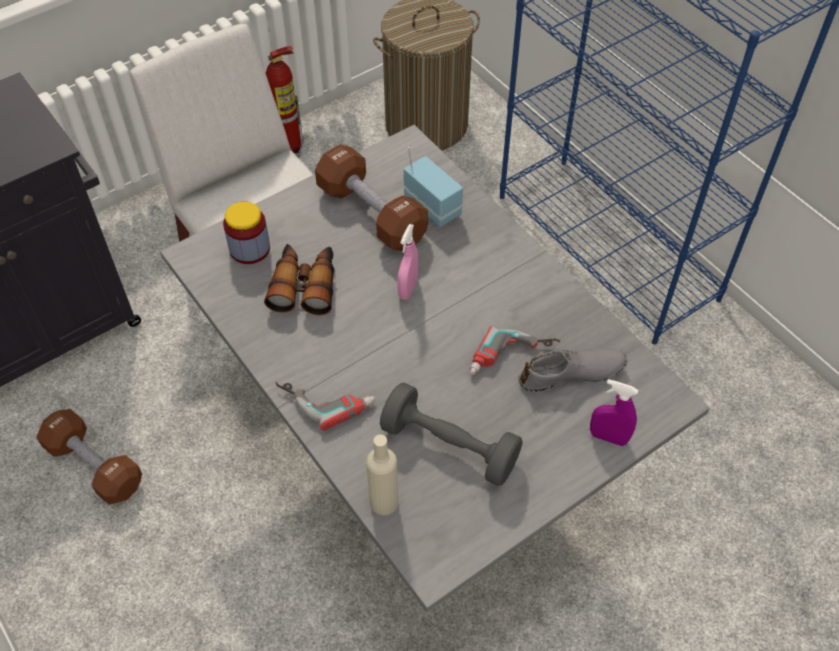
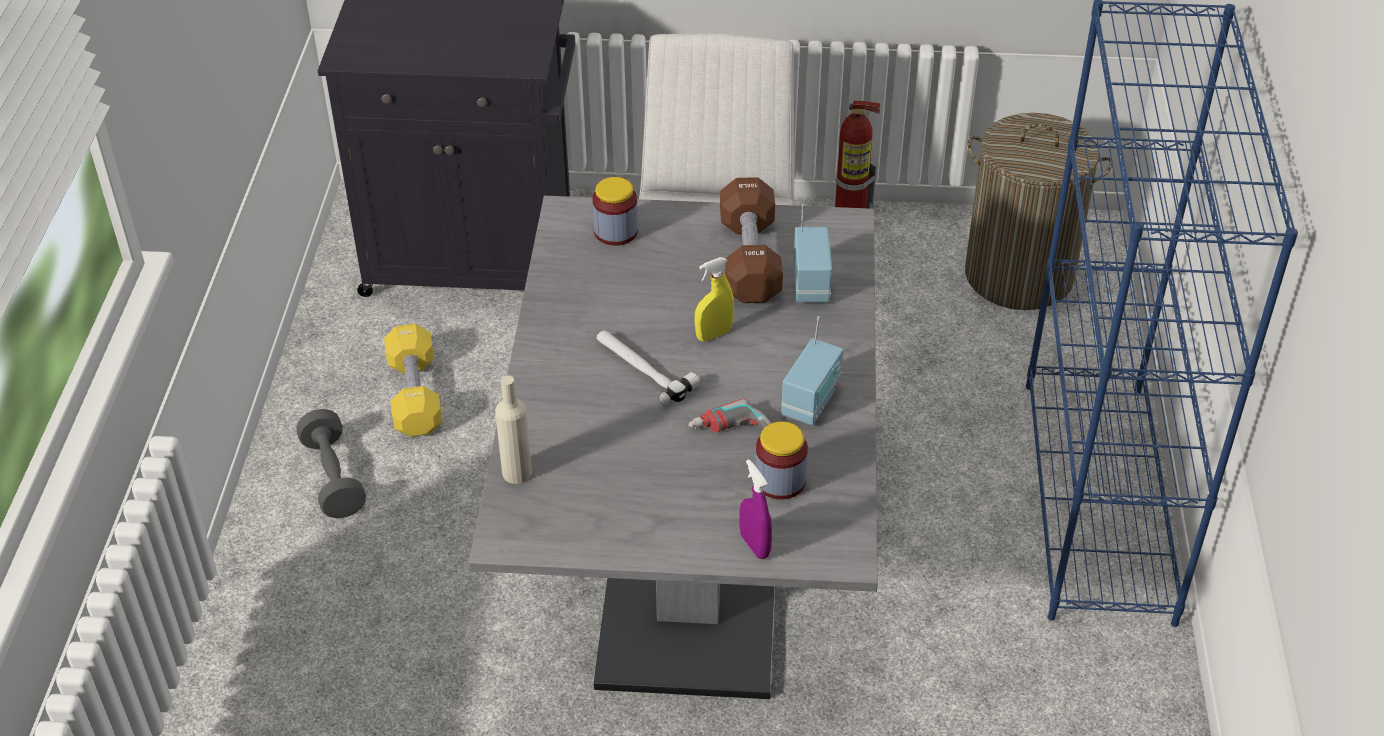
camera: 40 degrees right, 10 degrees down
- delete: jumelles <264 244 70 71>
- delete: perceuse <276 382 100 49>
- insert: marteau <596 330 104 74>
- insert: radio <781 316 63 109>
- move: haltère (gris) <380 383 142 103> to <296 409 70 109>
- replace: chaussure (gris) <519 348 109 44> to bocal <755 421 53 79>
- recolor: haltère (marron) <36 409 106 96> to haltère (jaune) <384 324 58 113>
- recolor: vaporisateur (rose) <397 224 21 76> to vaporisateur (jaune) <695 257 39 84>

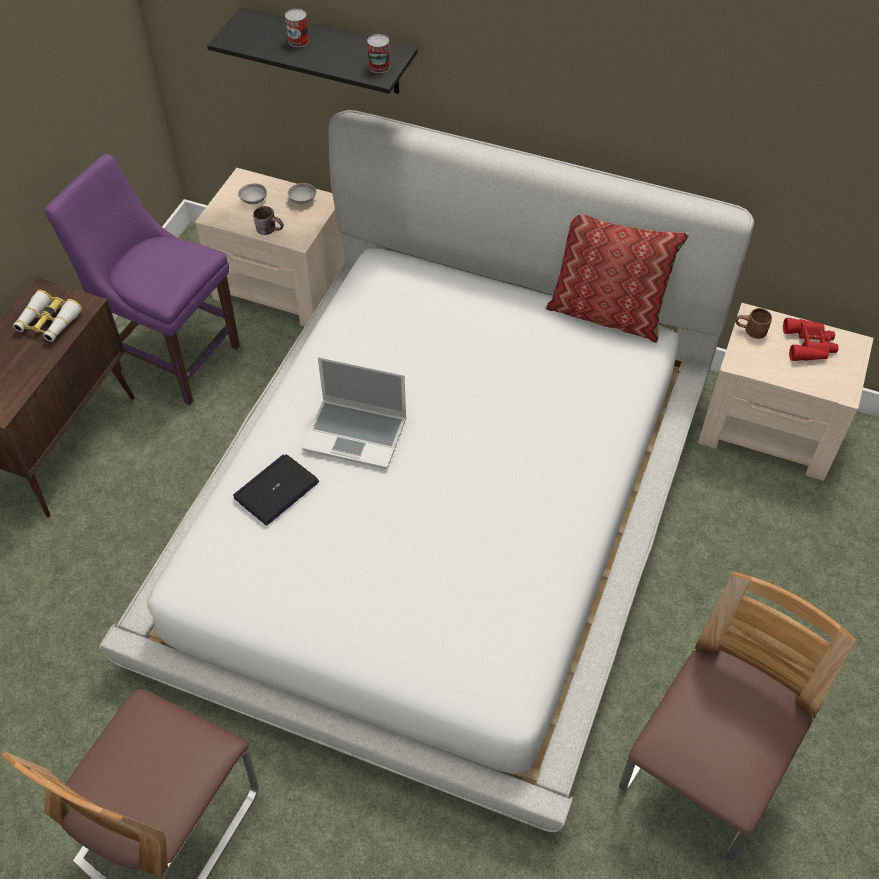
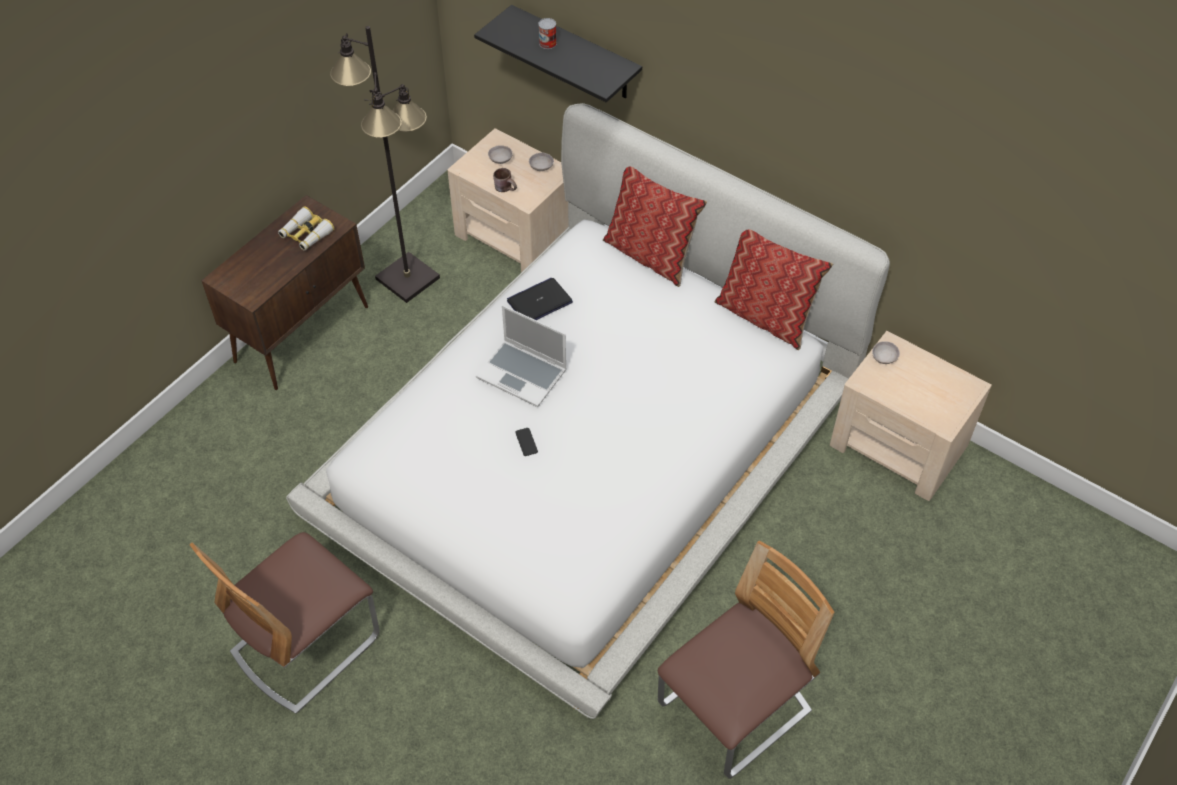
camera: 15 degrees right, 0 degrees up
- delete: boîte métallique <367 34 23 39>
- delete: jumelles (rouge) <783 318 56 43>
- insert: téléphone <515 428 23 28>
- insert: coussin <603 167 105 120>
- move: ordinateur portable <233 454 86 72> to <507 278 66 42>
- replace: chaise (violet) <45 154 195 251> to lampadaire (noir) <330 26 110 277>
- replace: mug (marron) <736 308 36 31> to bol (gris) <872 341 28 23>

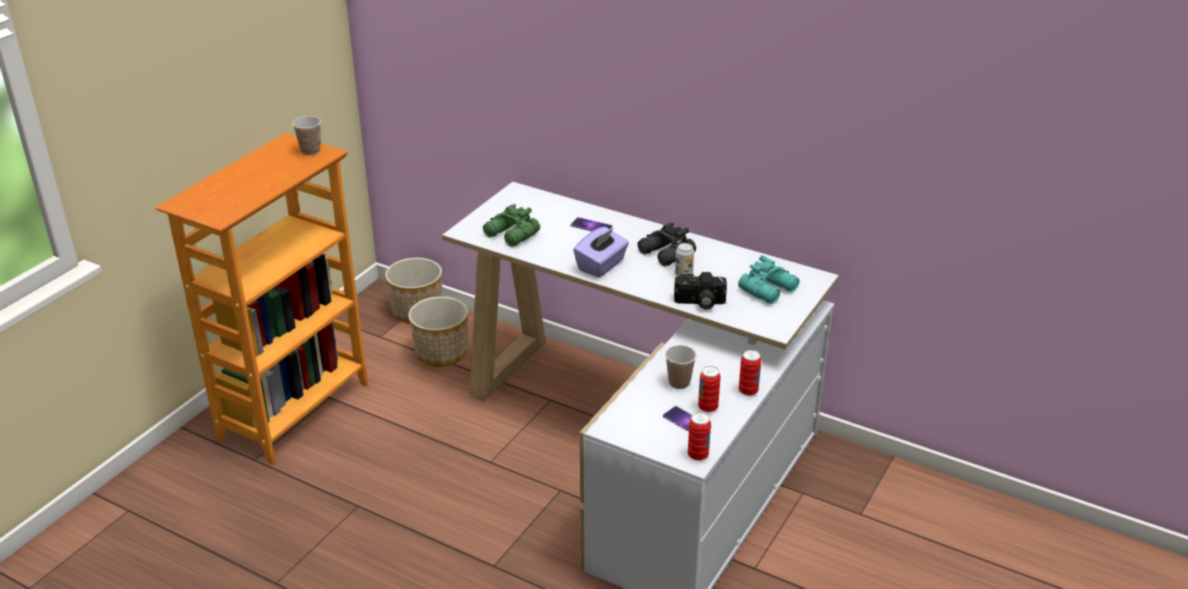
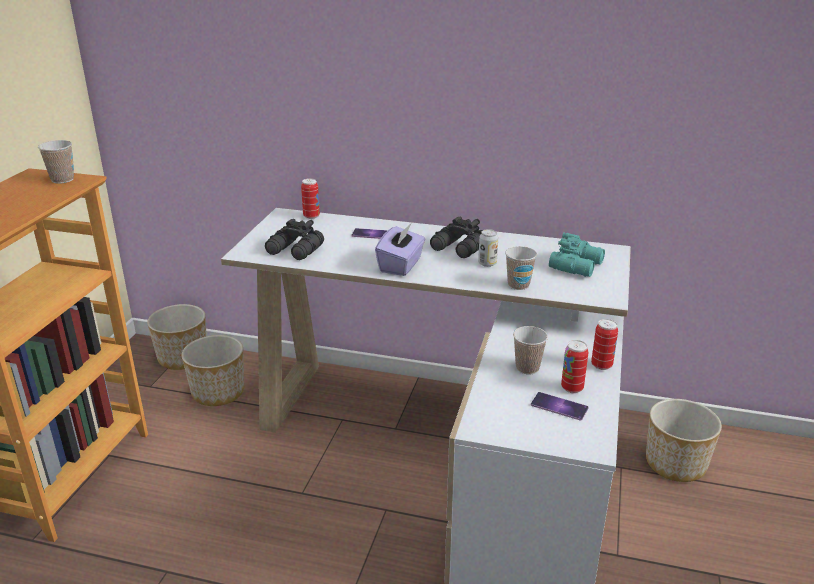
camera: 15 degrees left, 5 degrees down
- insert: cache-pot <646 399 76 83>
- move: boîte métallique <688 412 23 49> to <301 178 19 41>
- replace: appareil photo <674 272 53 37> to tasse <505 246 32 44>
- recolor: jumelles (vert) <483 204 57 43> to jumelles (noir) <265 219 59 41>

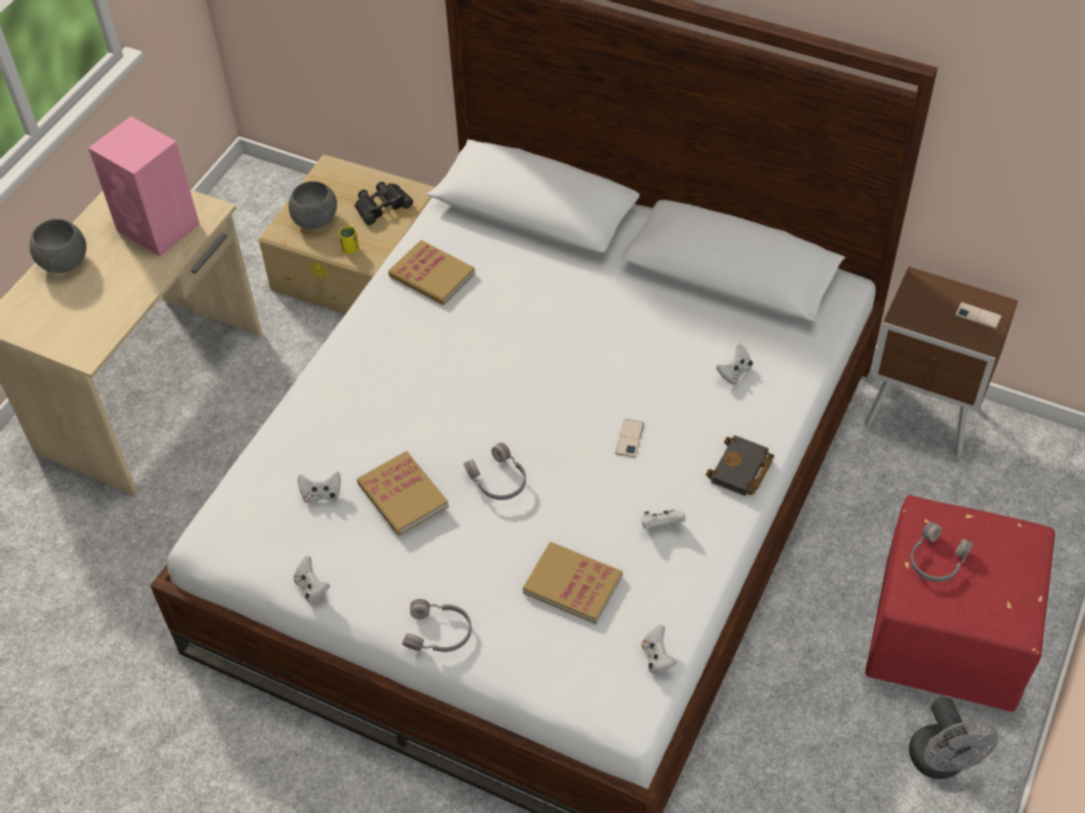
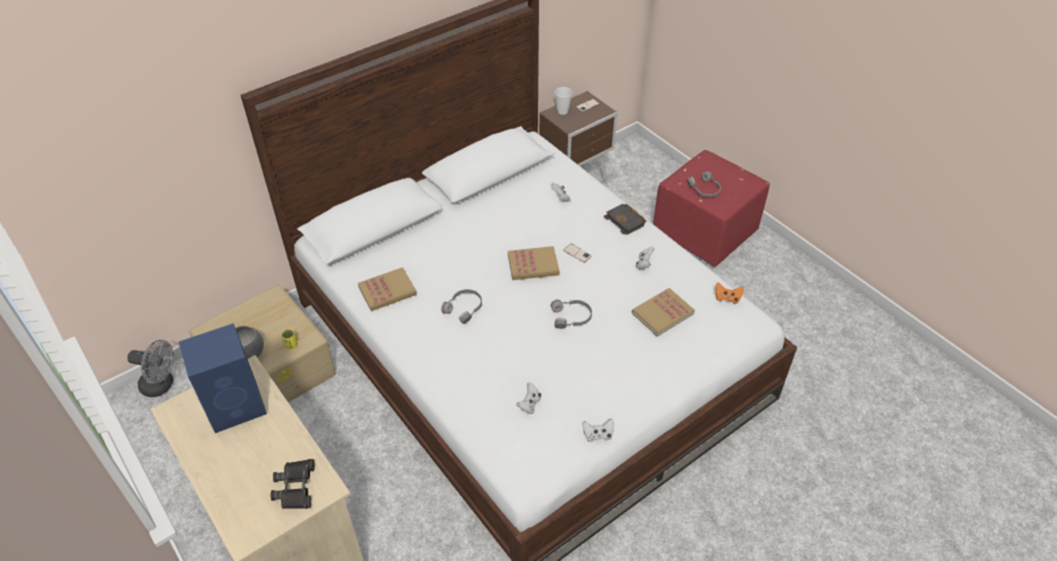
camera: 65 degrees left, 5 degrees down
- delete: bol (gris) <30 219 56 54>
- insert: tasse <555 87 17 28>
- move: jumelles (noir) <355 182 58 43> to <271 459 44 50>
- move: livre <357 451 92 85> to <508 246 52 34>
- move: casque audio (gris) <402 599 70 53> to <441 289 41 35>
- move: ventilateur (gris) <909 697 89 82> to <127 340 47 57>
- recolor: enceinte (rose) <88 116 112 140> to enceinte (bleu) <179 323 88 110>
- recolor: manette (blanc) <641 625 36 49> to manette (orange) <716 282 27 22>

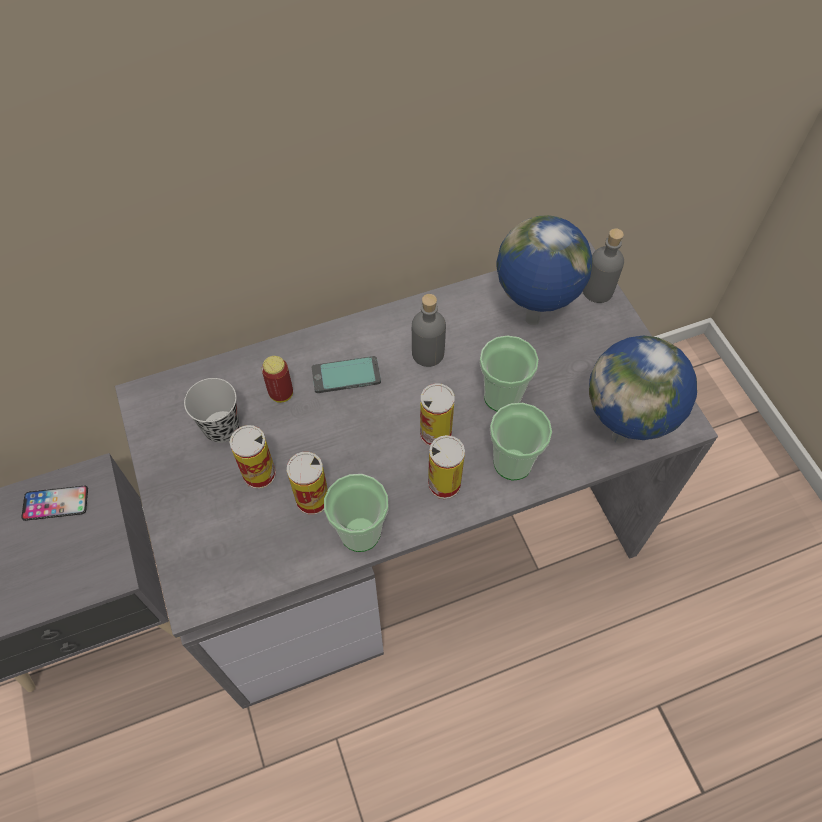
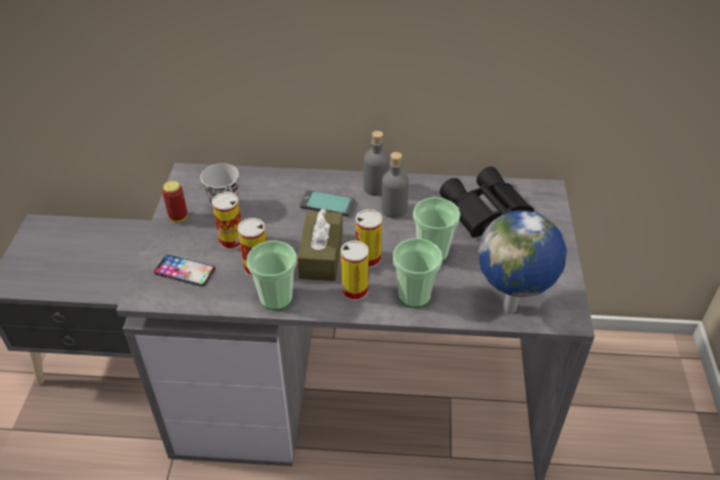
camera: 25 degrees right, 15 degrees down
- insert: boîte à mouchoirs (marron) <297 208 46 73>
- move: téléphone <21 486 67 35> to <154 255 61 31>
- move: boîte métallique <262 356 31 47> to <162 181 26 41>
- move: bouteille (gris) <583 228 41 75> to <363 131 27 65>
- replace: globe <496 215 97 110> to jumelles (noir) <440 166 94 72>

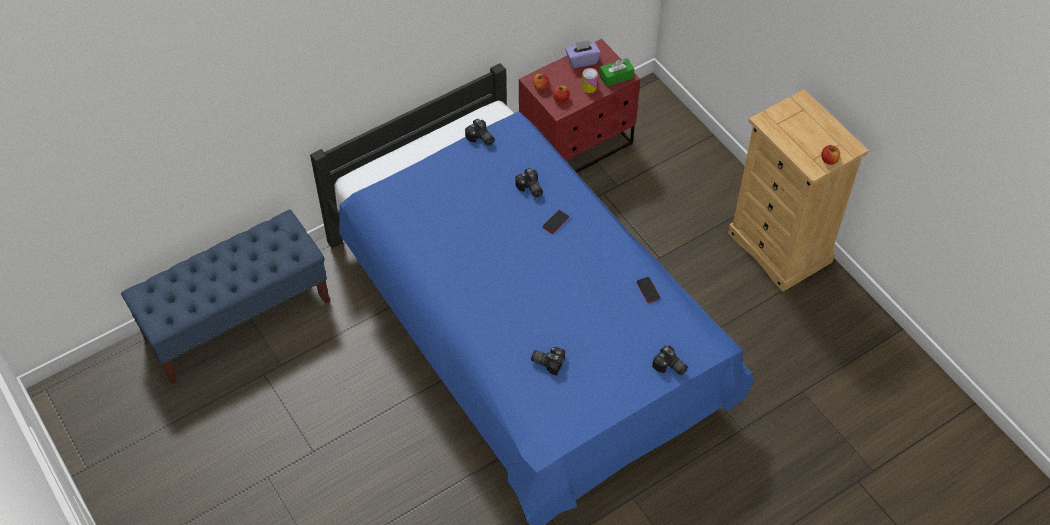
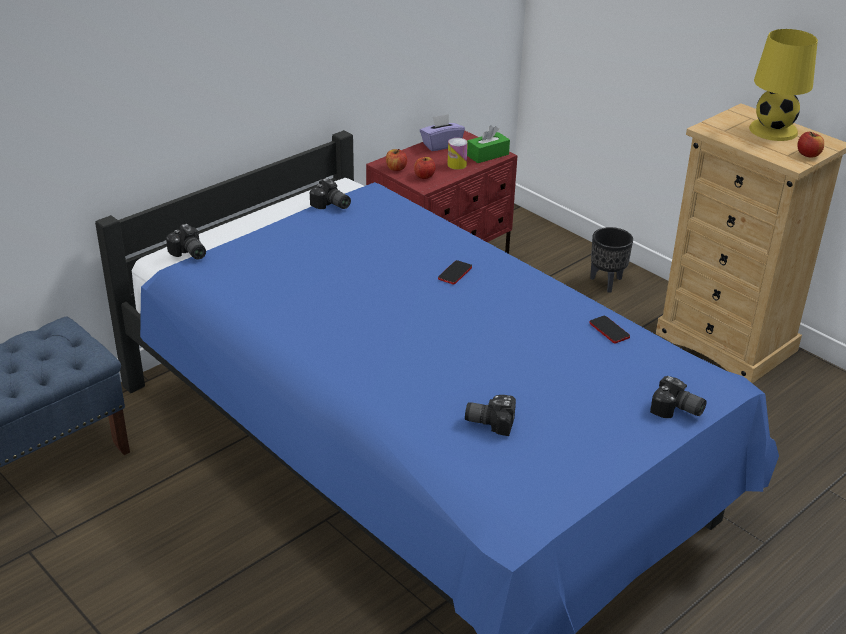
camera: 10 degrees left, 20 degrees down
- insert: cache-pot (noir) <590 227 43 65>
- insert: lampe de table (jaune) <749 29 69 112>
- move: appareil photo <515 168 28 29> to <166 223 40 36>

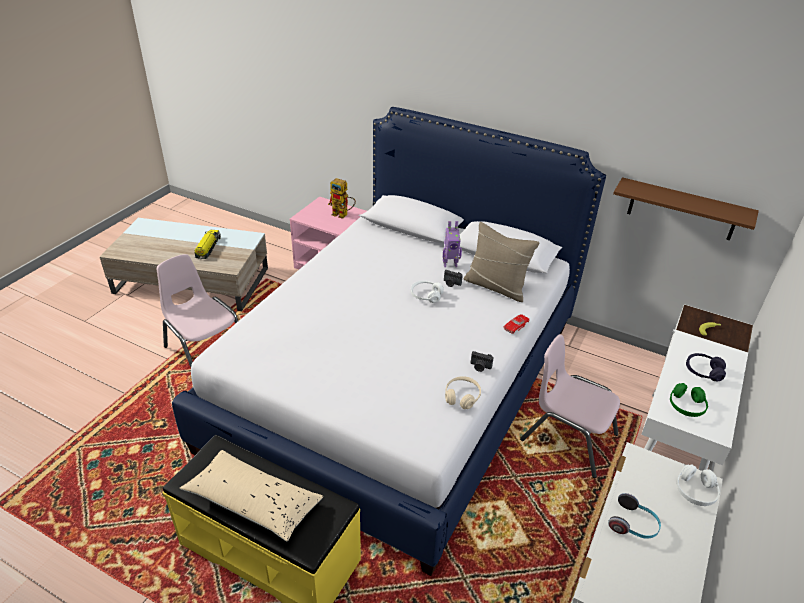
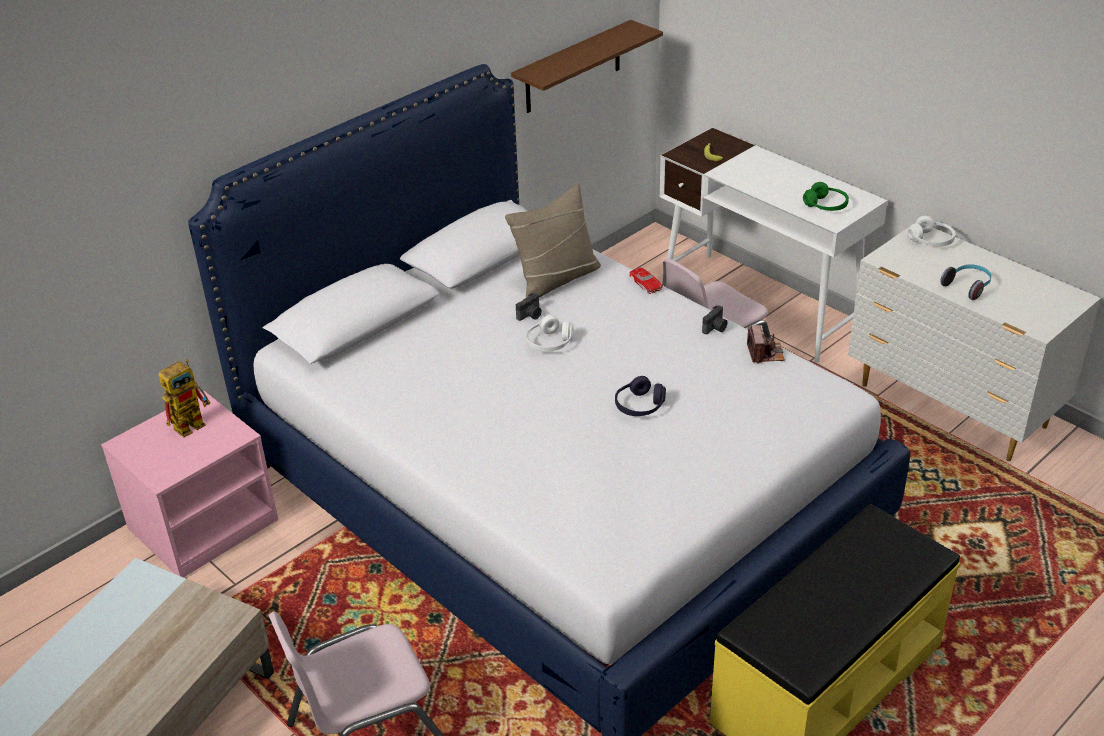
camera: 70 degrees left, 0 degrees up
- delete: coussin (beige) <179 450 144 91>
- delete: camion jouet <195 230 26 29>
- delete: robot jouet <443 221 19 46>
- move: casque audio (violet) <686 353 40 29> to <615 376 51 40>
- replace: casque audio (beige) <445 376 36 33> to appareil photo <747 325 38 39>

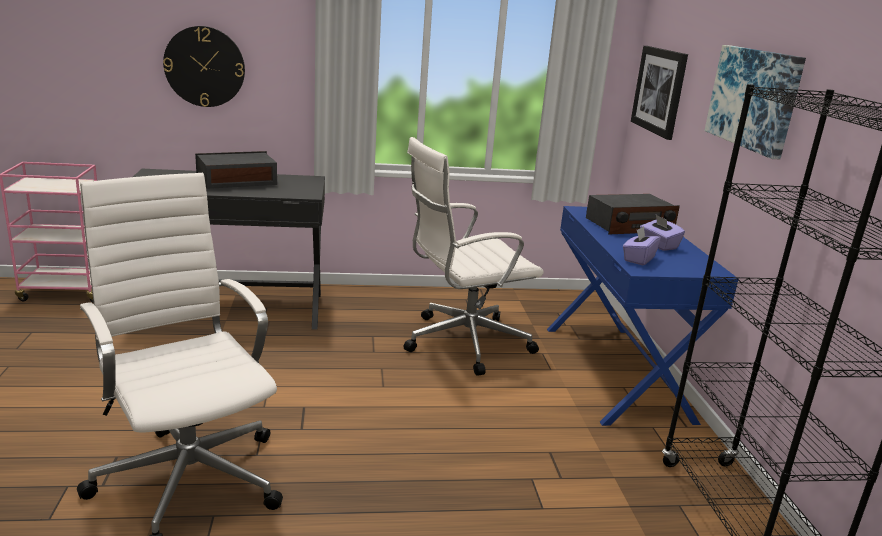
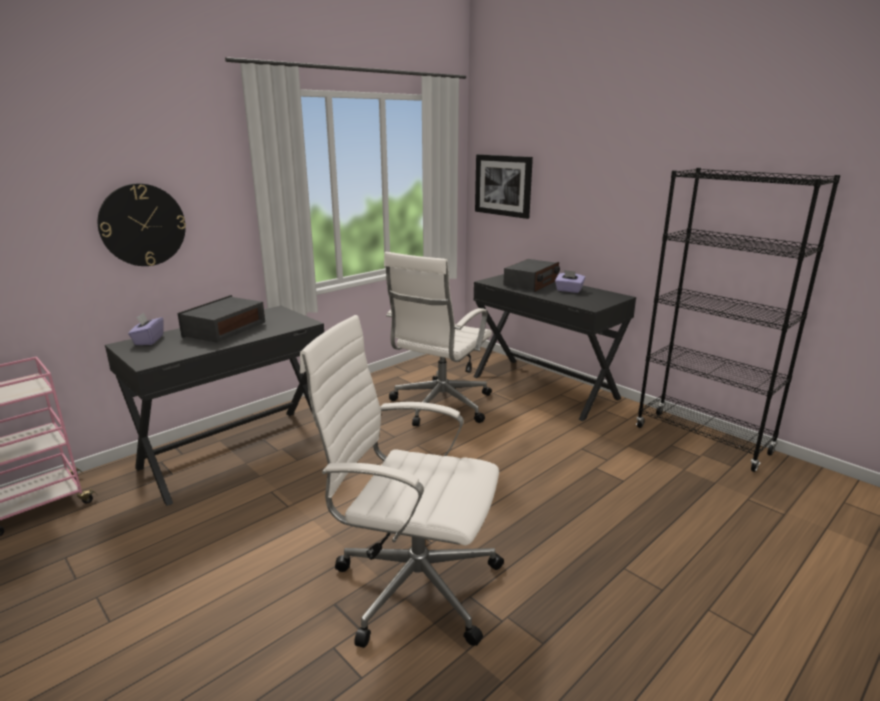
camera: 35 degrees left, 0 degrees up
- delete: tableau <705 45 101 114>
- move: boîte à mouchoirs (violet) <623 226 38 39> to <128 313 36 32>
- recolor: bureau (bleu) <547 206 191 220> to bureau (noir) <473 274 163 147>

